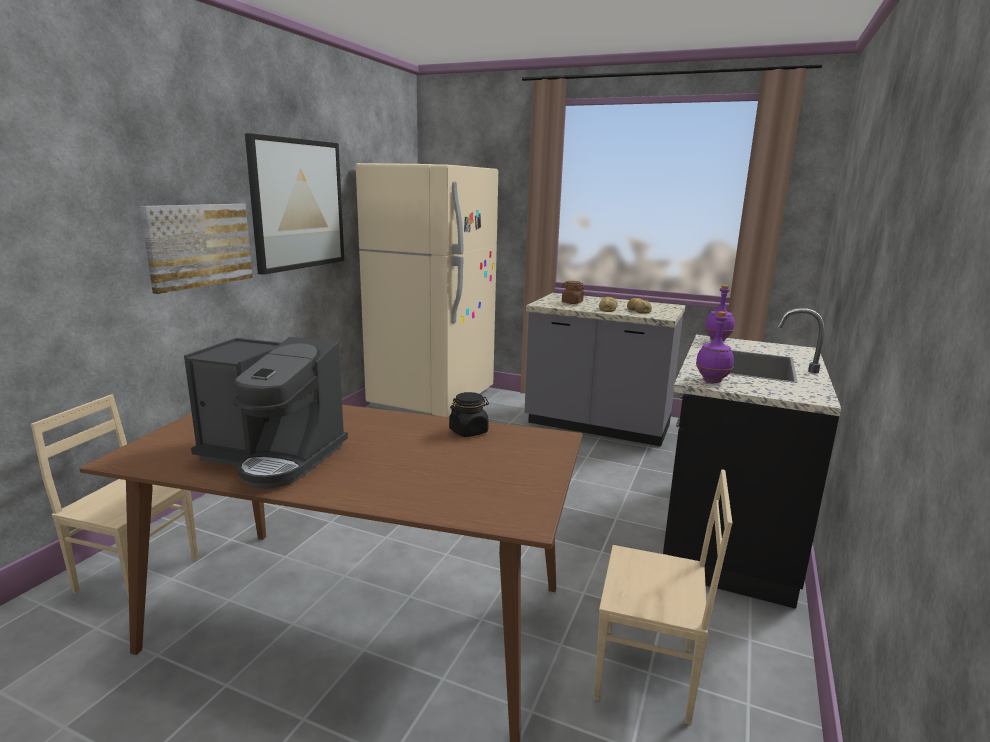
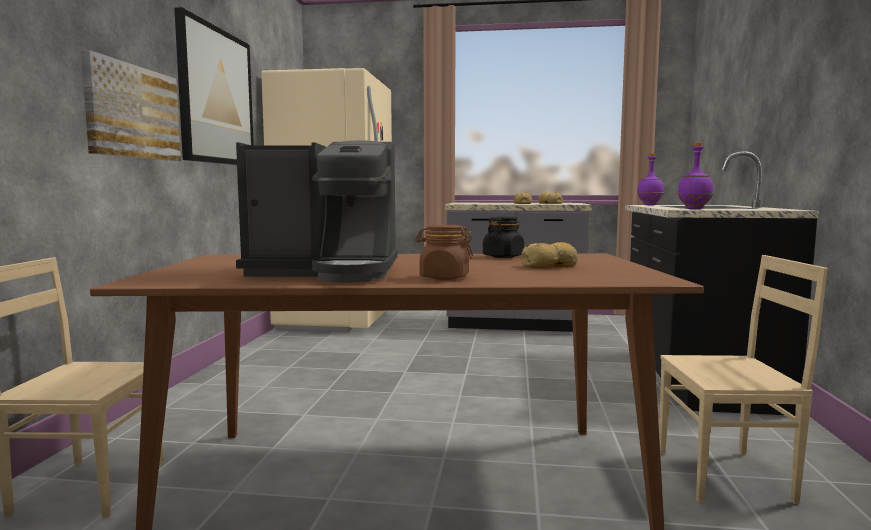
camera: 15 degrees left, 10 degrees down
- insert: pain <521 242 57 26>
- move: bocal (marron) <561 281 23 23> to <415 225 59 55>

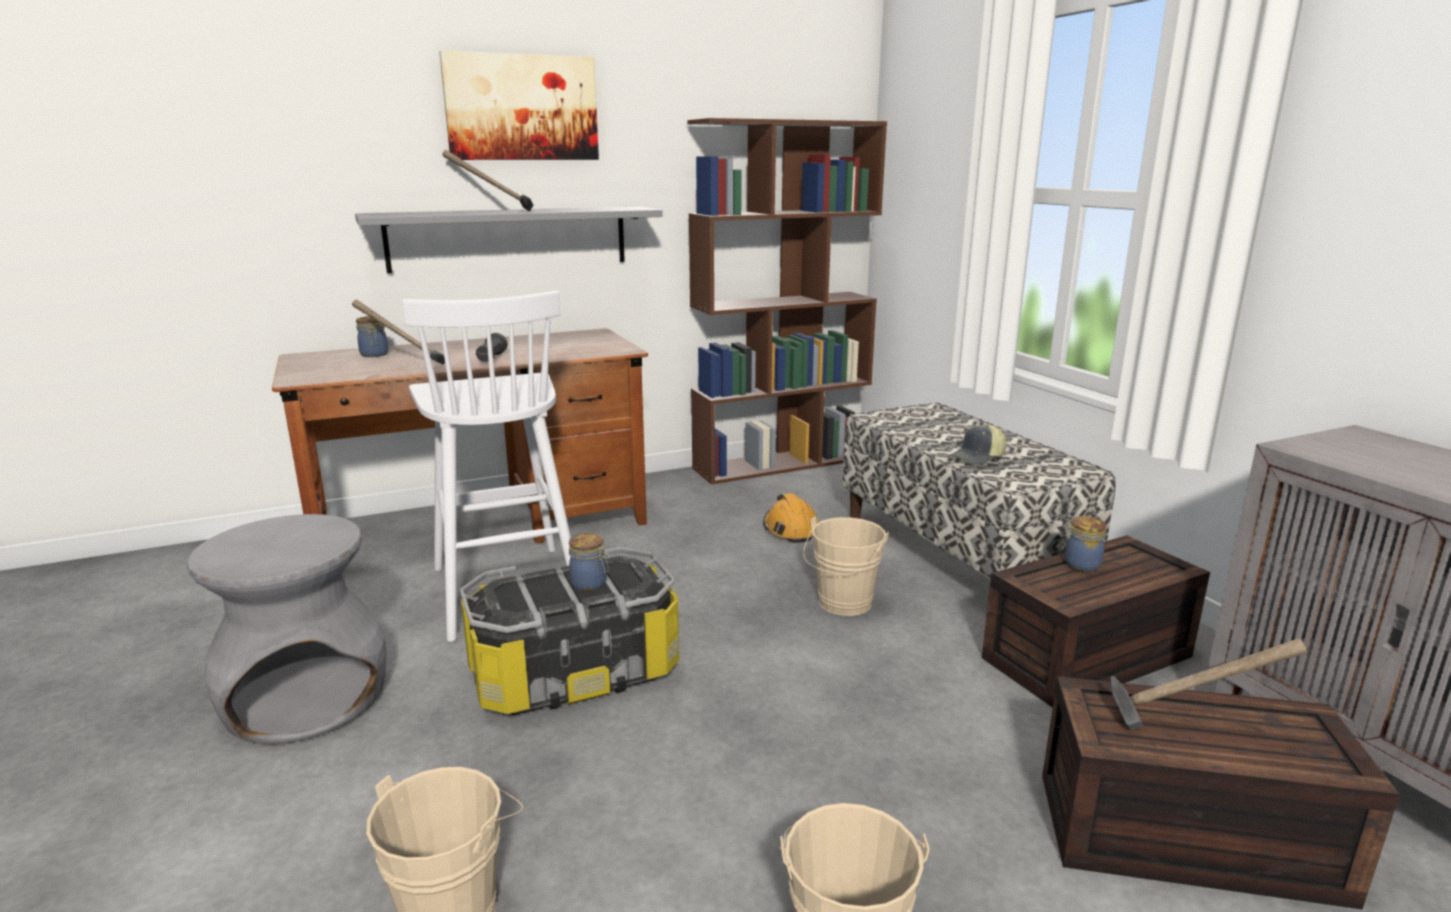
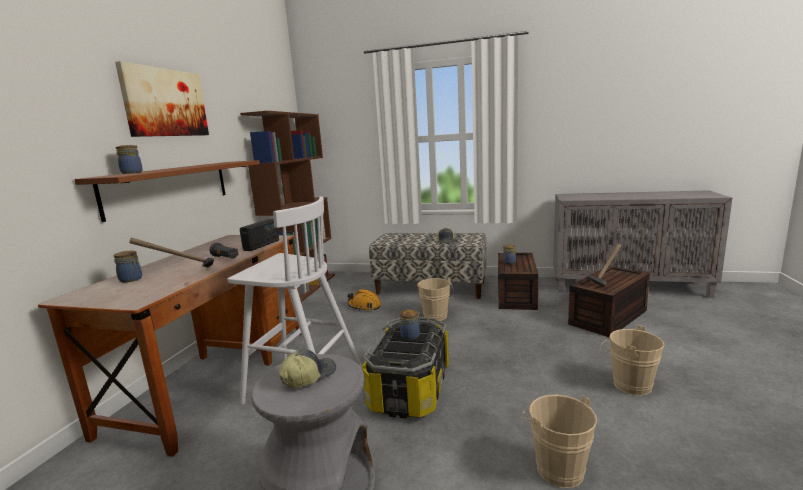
camera: 50 degrees left, 5 degrees down
- delete: marteau <442 150 91 61>
- insert: bocal <116 145 27 29>
- insert: radio <240 219 39 32>
- insert: casquette <278 350 58 38>
- recolor: étagère (gris) <355 207 308 67> to étagère (marron) <74 160 186 62>

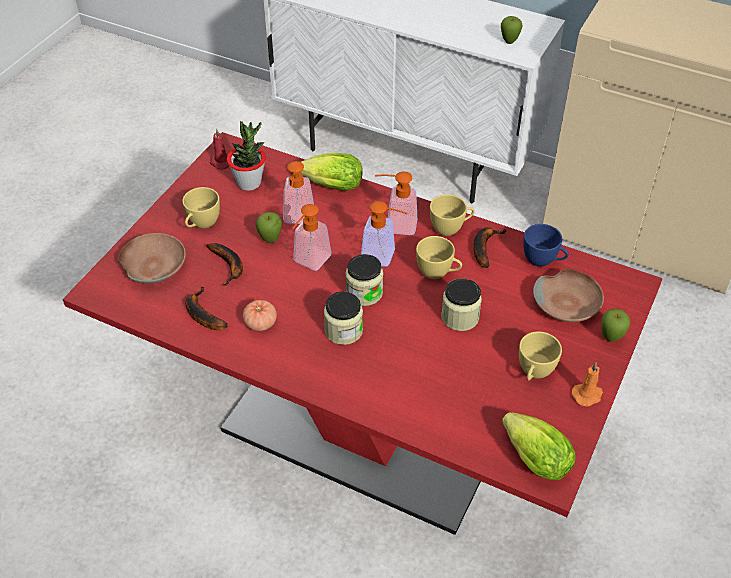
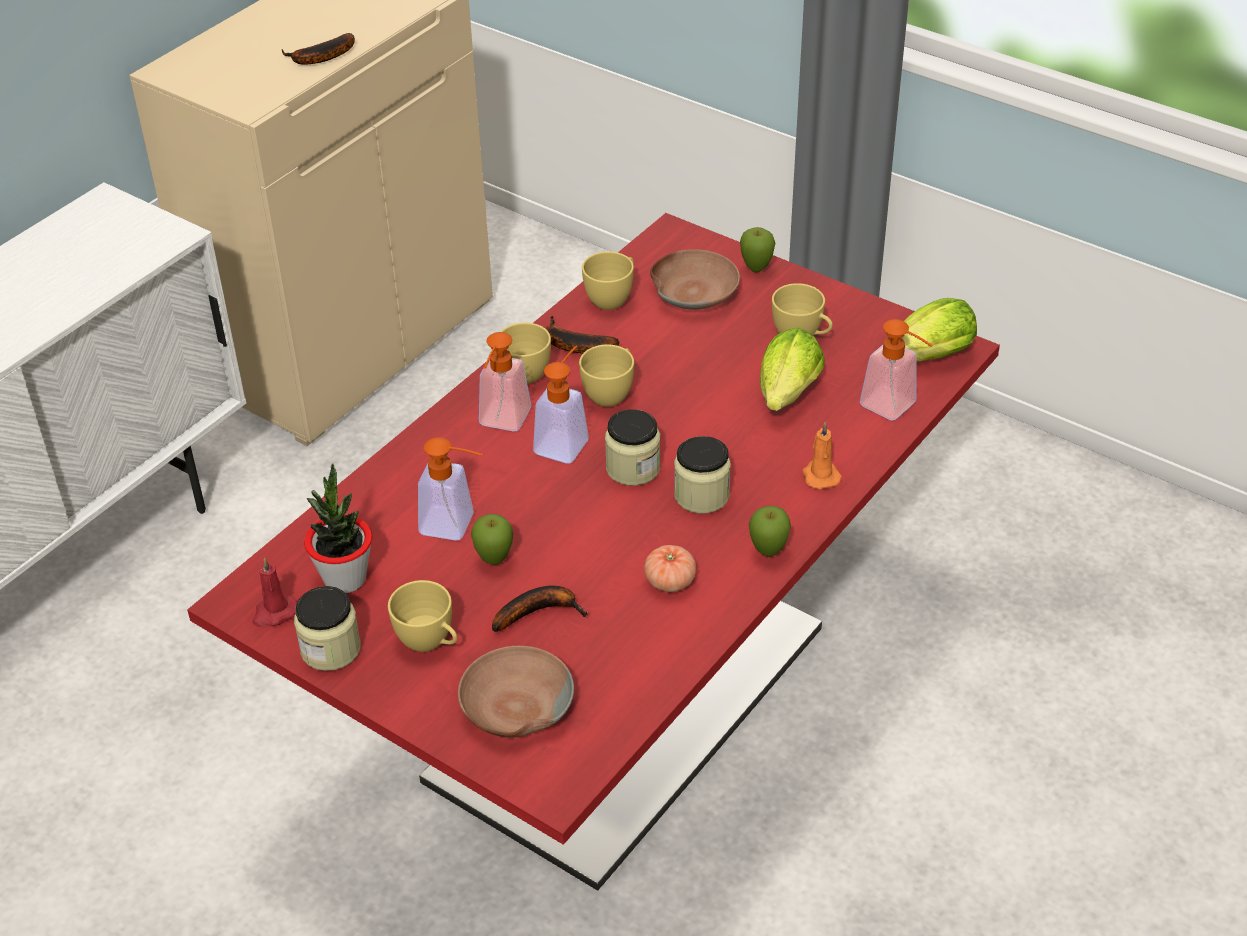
camera: 80 degrees left, 5 degrees down
- move: banane <186 286 42 44> to <281 33 74 32>
- move: distributeur de savon <293 204 38 67> to <860 319 73 102>
- move: laitue <301 153 62 38> to <760 328 65 83>
- move: bocal <441 279 41 52> to <294 586 67 85>
- move: pomme <501 16 21 28> to <749 506 42 51>
- move: bougie (orange) <571 363 32 44> to <802 422 40 67>
- recolor: tasse (bleu) <523 224 45 43> to tasse (jaune) <582 251 52 59>

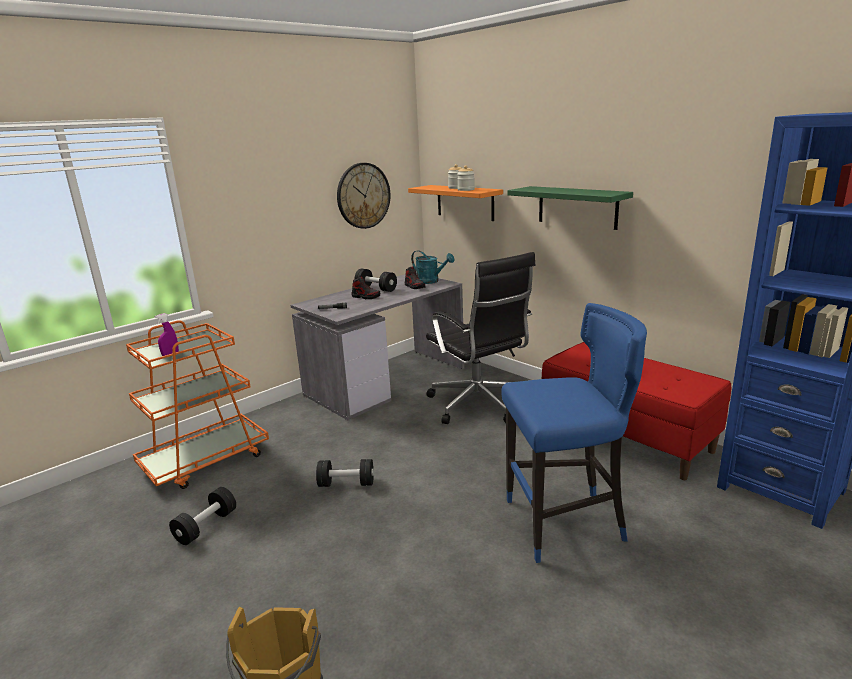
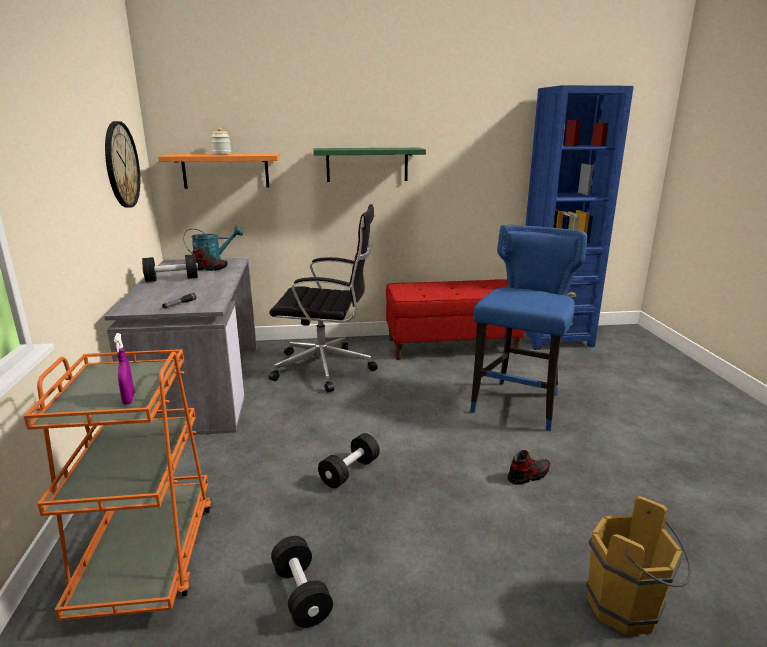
camera: 55 degrees left, 0 degrees up
- delete: bocal <457 165 18 26>
- move: chaussure <351 276 29 23> to <508 450 42 35>

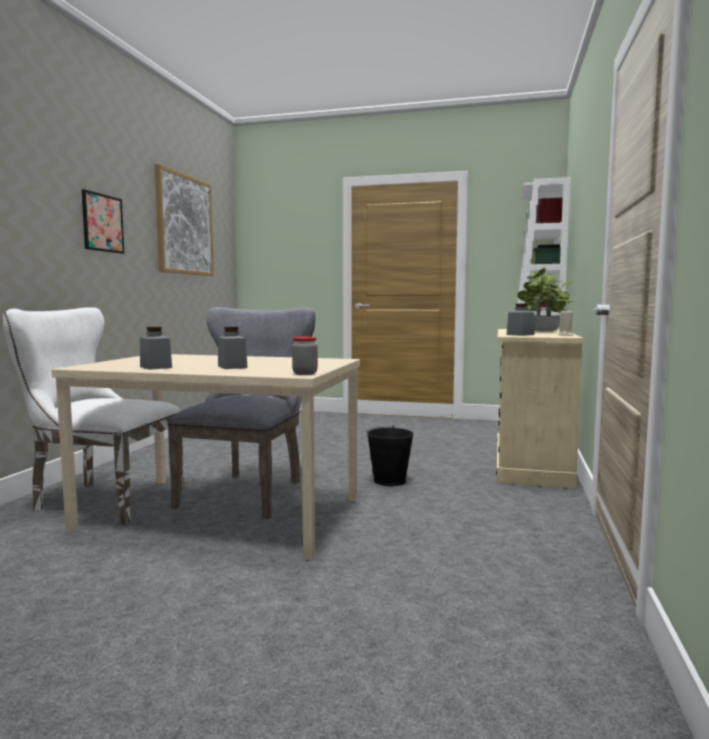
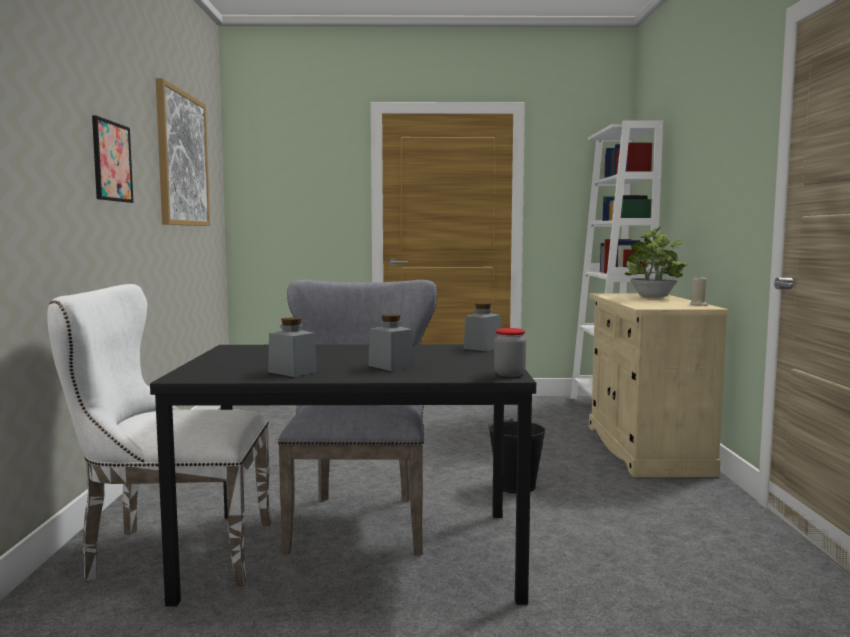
camera: 15 degrees left, 0 degrees up
- move: bocal (gris) <507 304 28 32> to <464 303 37 48>
- recolor: table à manger (beige) <52 354 308 206> to table à manger (noir) <150 344 386 262>

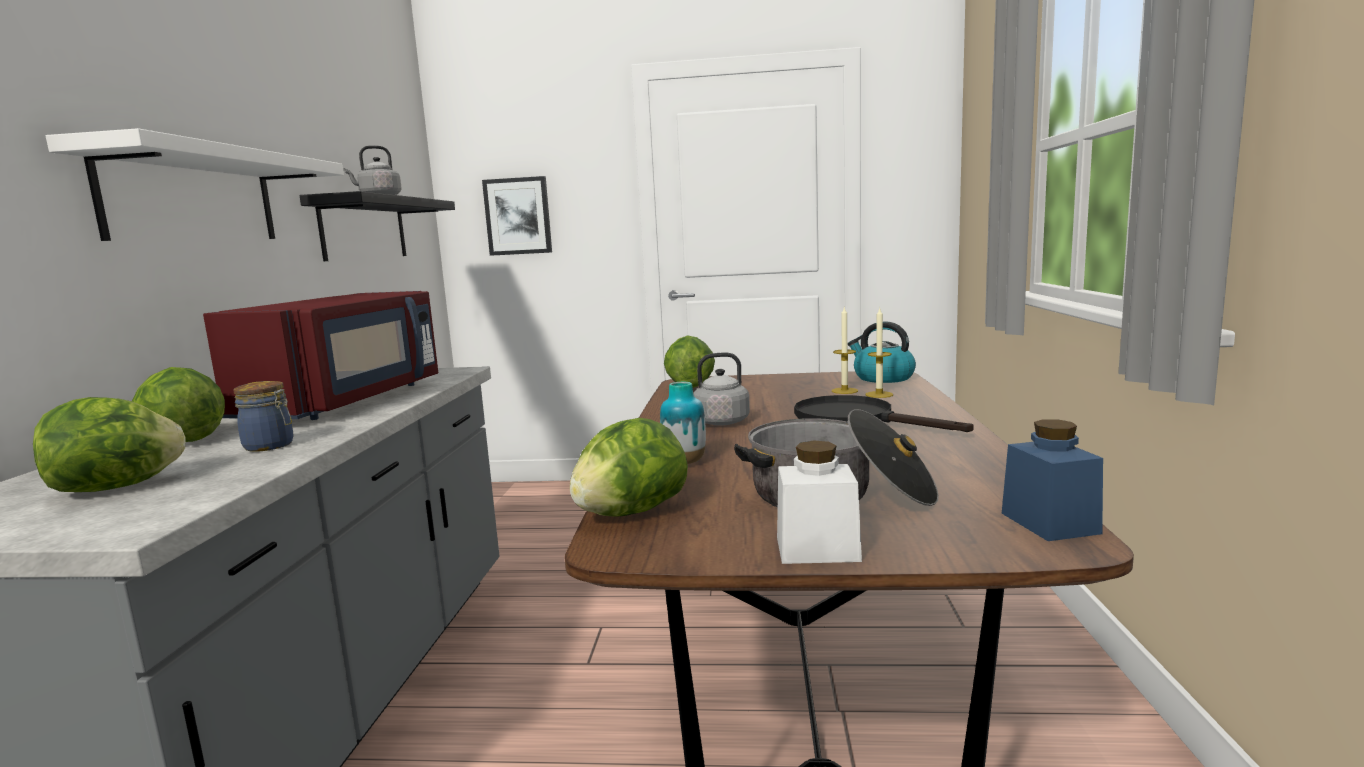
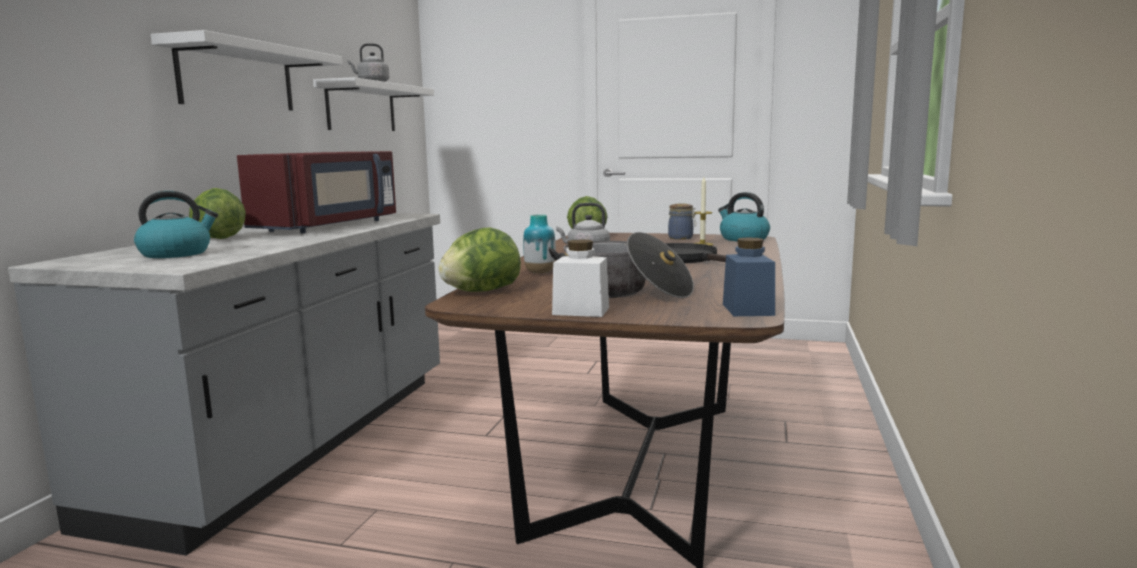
camera: 10 degrees right, 0 degrees up
- delete: tableau <482 176 70 80>
- delete: bougie <865 308 28 90>
- move: bocal <234 381 60 71> to <668 203 28 37>
- replace: laitue <33 397 152 95> to bouilloire <134 191 84 67>
- recolor: étagère (noir) <300 191 155 70> to étagère (blanc) <313 77 121 54>

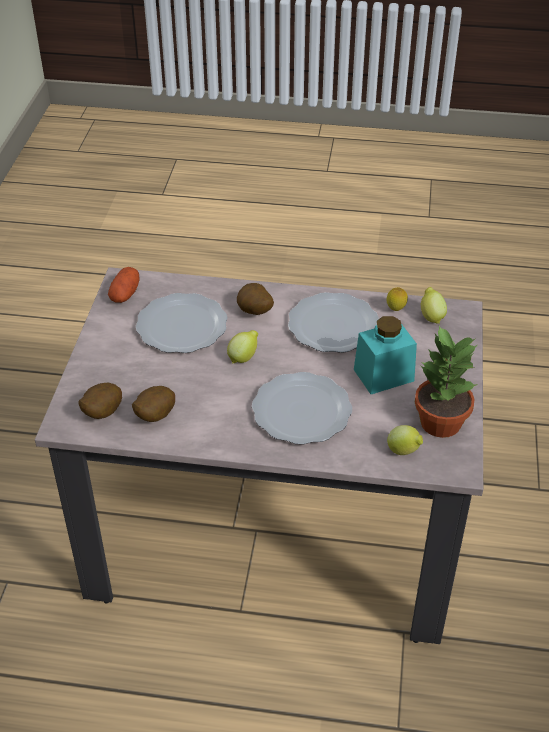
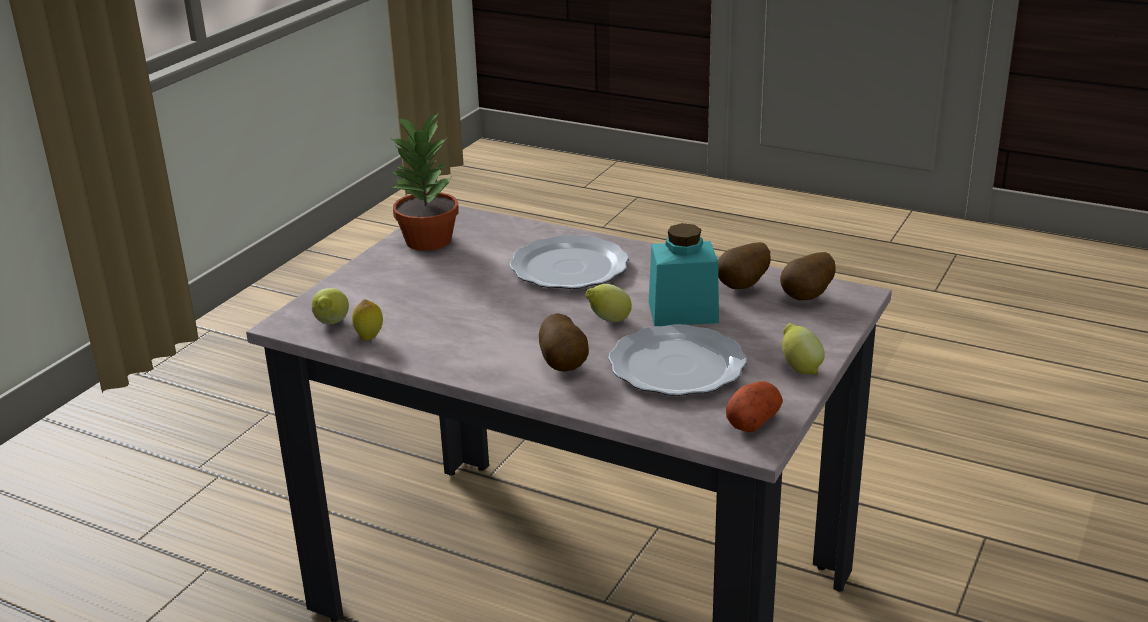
camera: 160 degrees left, 15 degrees down
- delete: assiette <288 292 91 61>
- move: bocal (turquoise) <354 316 63 78> to <649 223 70 103>
- move: citron <387 425 36 30> to <782 323 43 51>

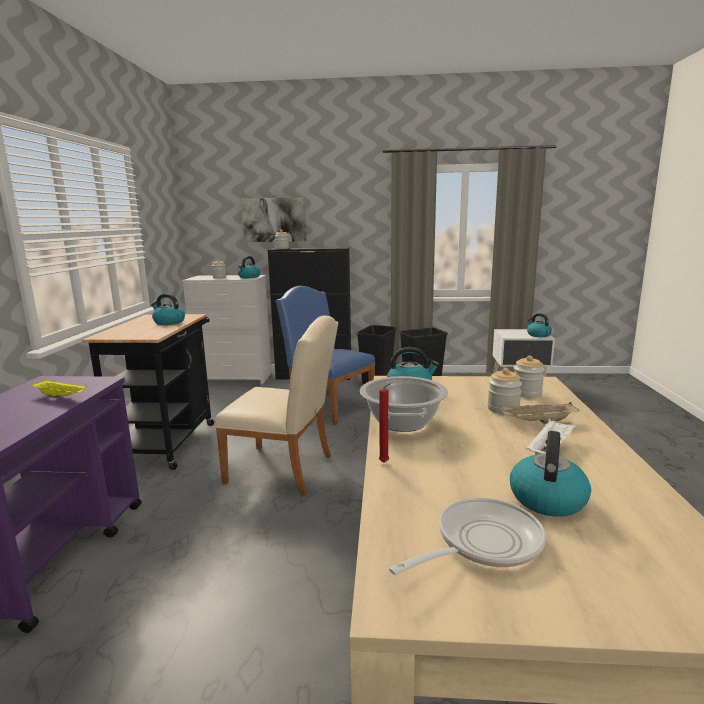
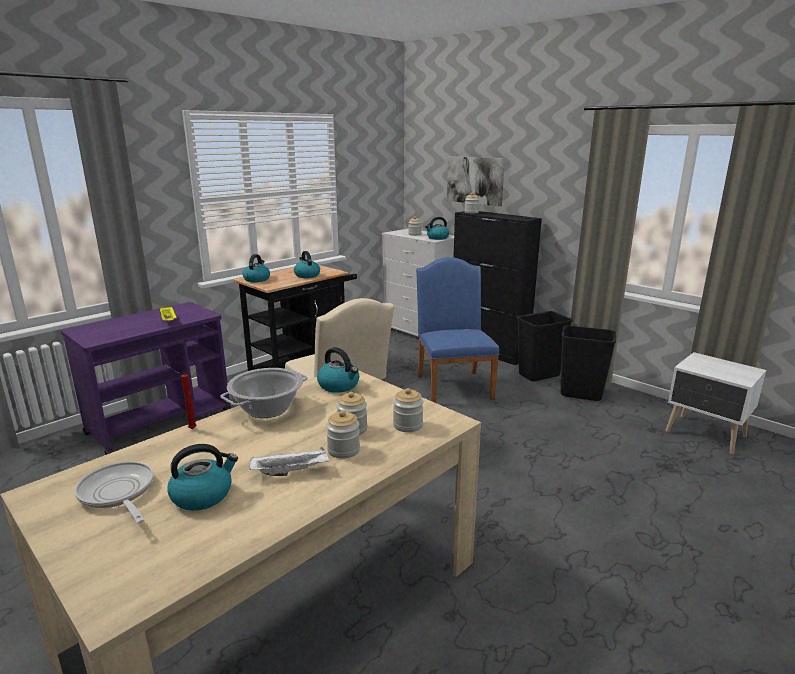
camera: 40 degrees right, 5 degrees up
- move: bouilloire <527 313 25 24> to <242 254 28 28>
- replace: plateau (beige) <500 402 79 22> to bocal <326 411 34 48>
- rotate: poêle <389 498 157 77> = <75 461 79 63> 135 degrees counterclockwise

